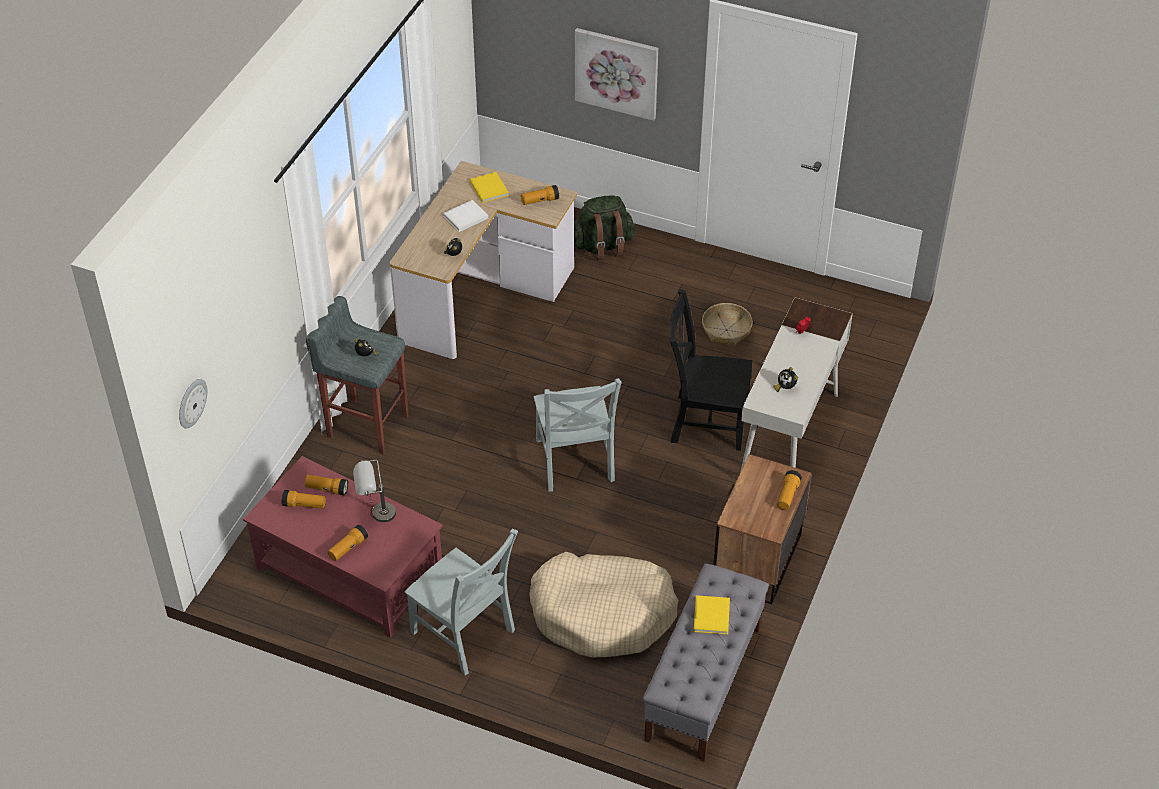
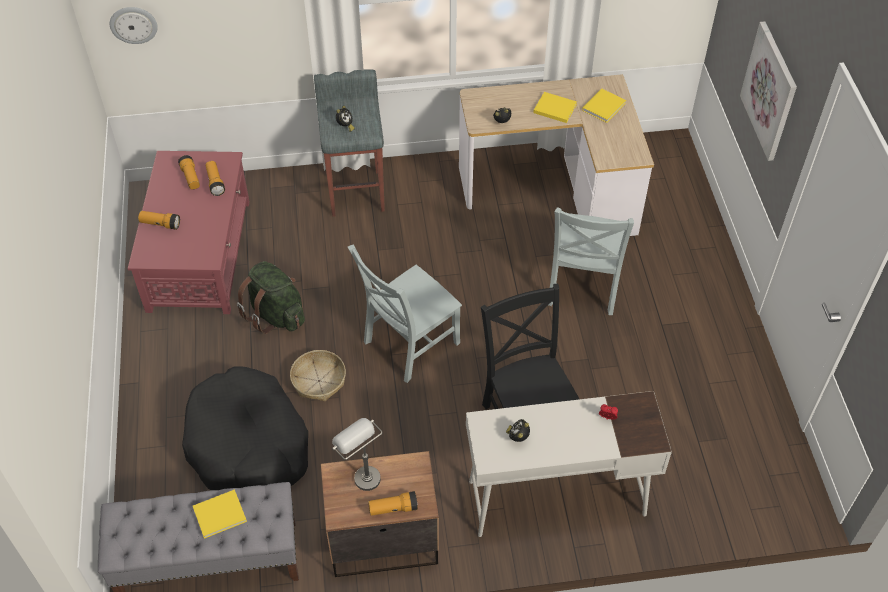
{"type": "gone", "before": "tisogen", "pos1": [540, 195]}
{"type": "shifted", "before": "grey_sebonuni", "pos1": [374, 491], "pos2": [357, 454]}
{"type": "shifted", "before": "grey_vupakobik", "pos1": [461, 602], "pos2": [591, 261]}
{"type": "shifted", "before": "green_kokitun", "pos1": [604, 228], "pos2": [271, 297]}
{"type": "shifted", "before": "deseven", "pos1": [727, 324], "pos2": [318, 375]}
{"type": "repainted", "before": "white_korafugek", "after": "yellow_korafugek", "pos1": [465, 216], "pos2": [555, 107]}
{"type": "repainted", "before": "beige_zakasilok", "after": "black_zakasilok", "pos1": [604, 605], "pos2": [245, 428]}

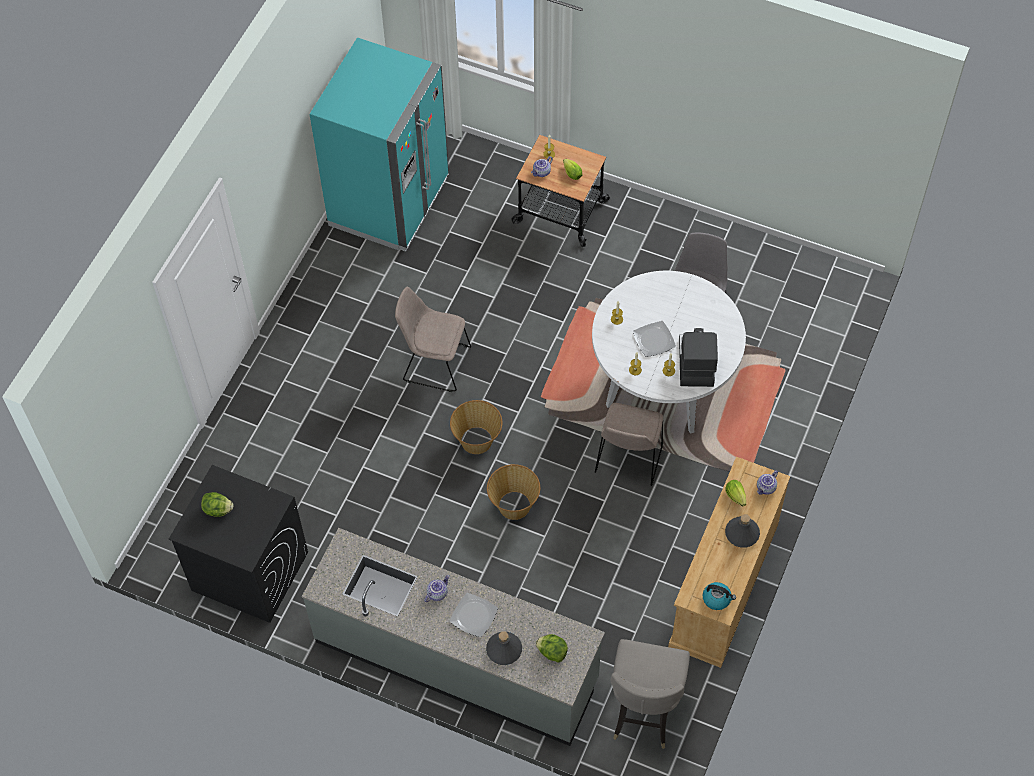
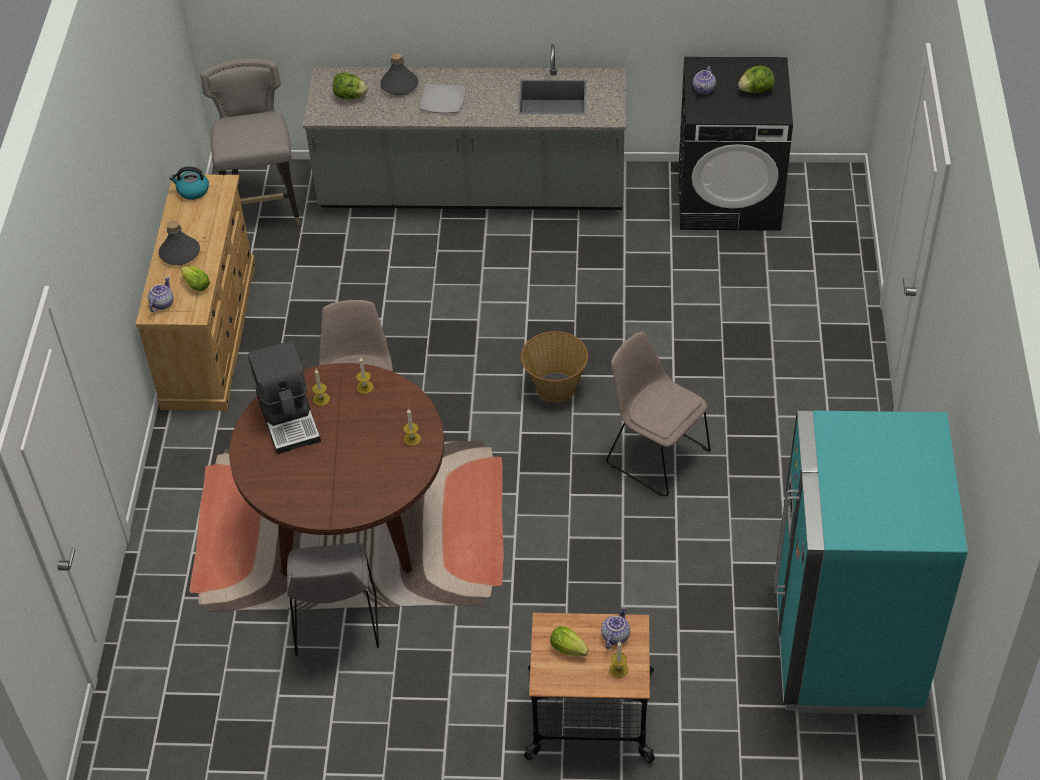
{"type": "gone", "before": "deseven", "pos1": [513, 492]}
{"type": "gone", "before": "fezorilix", "pos1": [654, 339]}
{"type": "shifted", "before": "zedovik", "pos1": [436, 588], "pos2": [704, 80]}
{"type": "repainted", "before": "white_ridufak", "after": "brown_ridufak", "pos1": [669, 352], "pos2": [336, 470]}
{"type": "rotated", "before": "beige_vupakobik", "pos1": [433, 339], "pos2": [658, 413], "turn": -135}

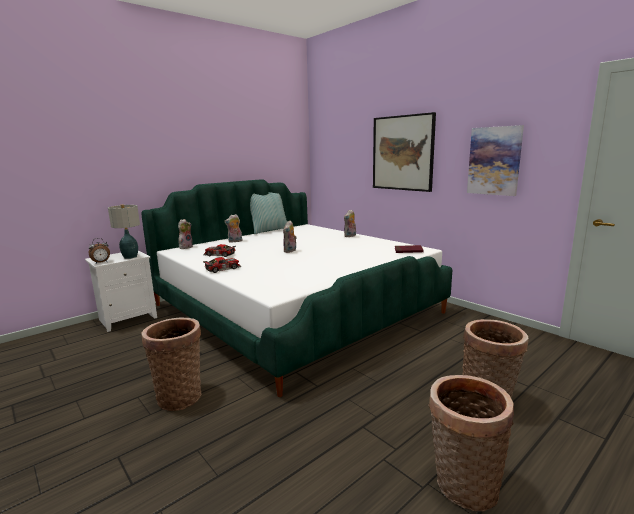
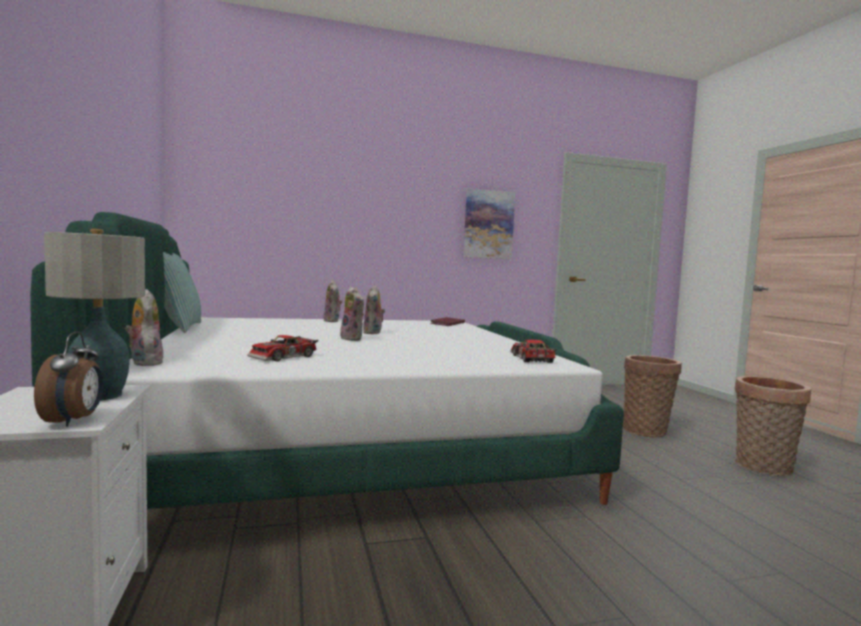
{"type": "gone", "before": "deseven", "pos1": [171, 364]}
{"type": "gone", "before": "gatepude", "pos1": [404, 152]}
{"type": "shifted", "before": "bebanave", "pos1": [222, 265], "pos2": [534, 351]}
{"type": "shifted", "before": "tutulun", "pos1": [233, 228], "pos2": [374, 309]}

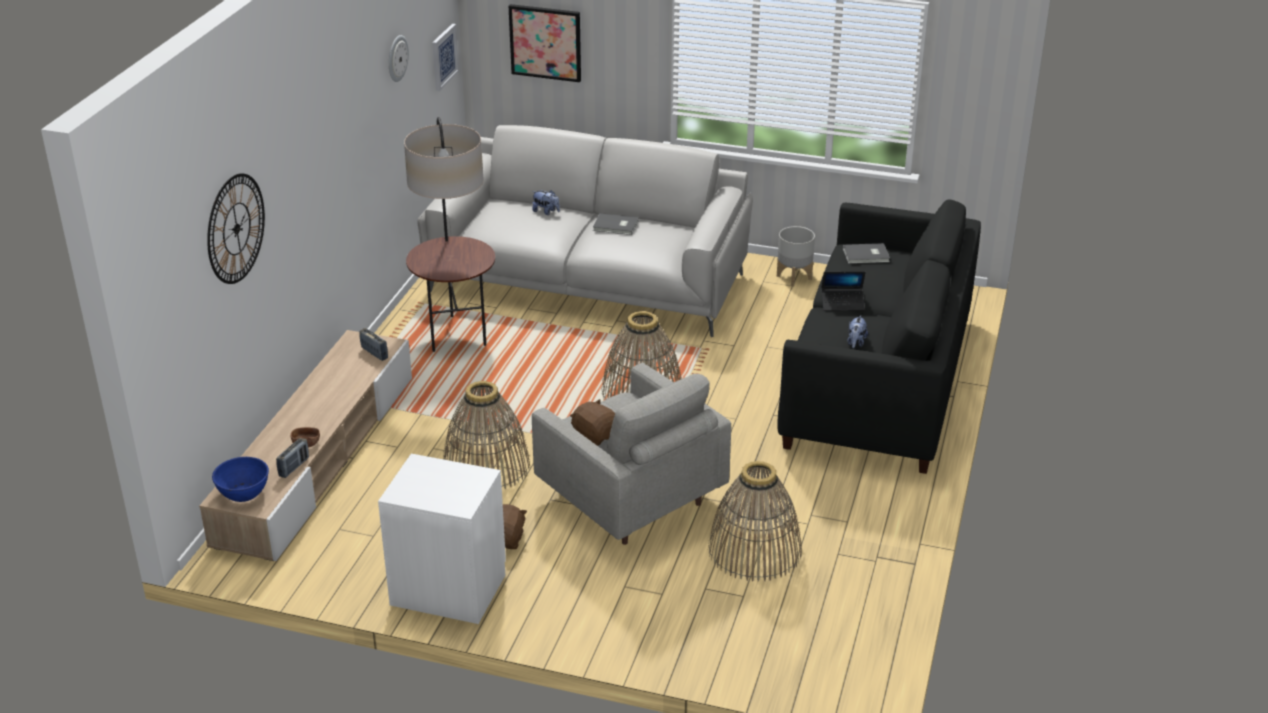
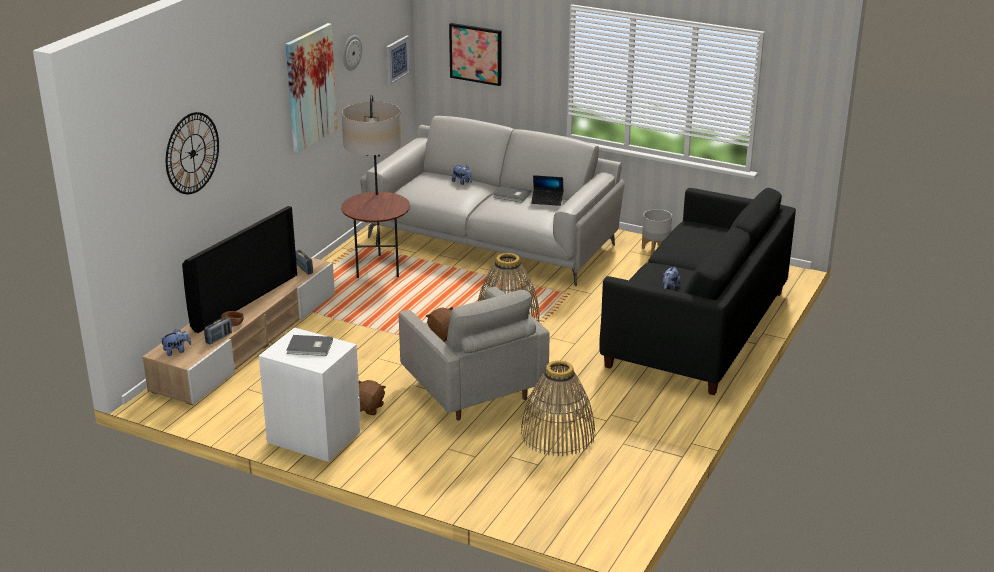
{"type": "gone", "before": "deseven", "pos1": [486, 435]}
{"type": "new", "after": "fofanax", "pos2": [239, 269]}
{"type": "new", "after": "gatepude", "pos2": [312, 88]}
{"type": "shifted", "before": "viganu", "pos1": [843, 291], "pos2": [547, 190]}
{"type": "shifted", "before": "grey_korafugek", "pos1": [866, 253], "pos2": [309, 345]}
{"type": "swapped", "before": "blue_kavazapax", "after": "tutulun", "pos1": [240, 479], "pos2": [176, 342]}

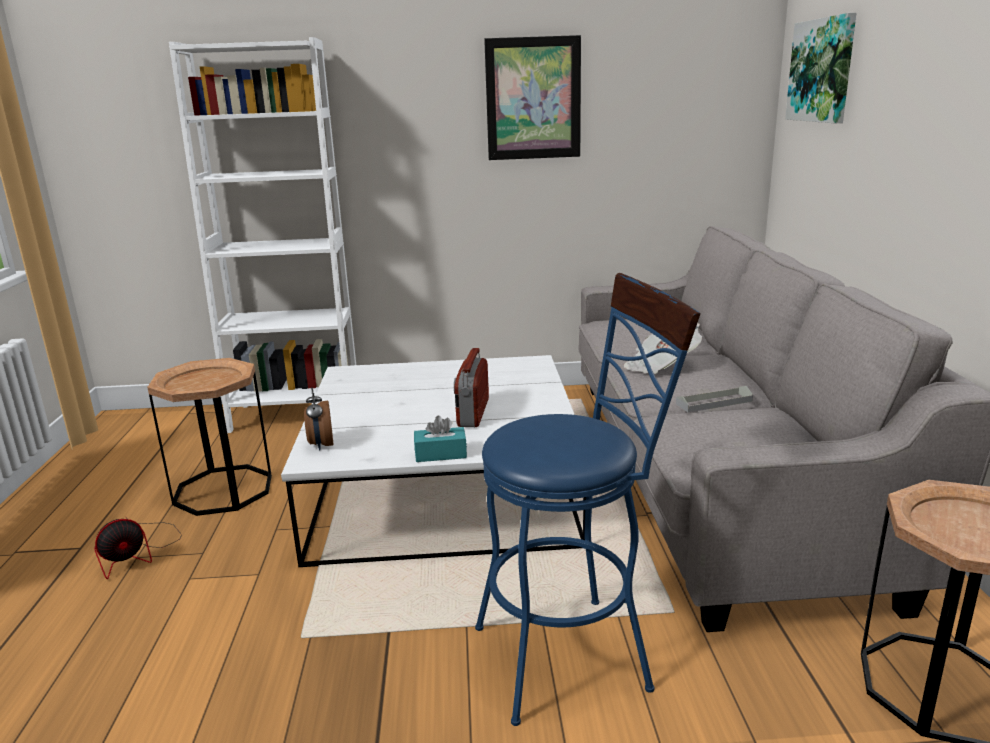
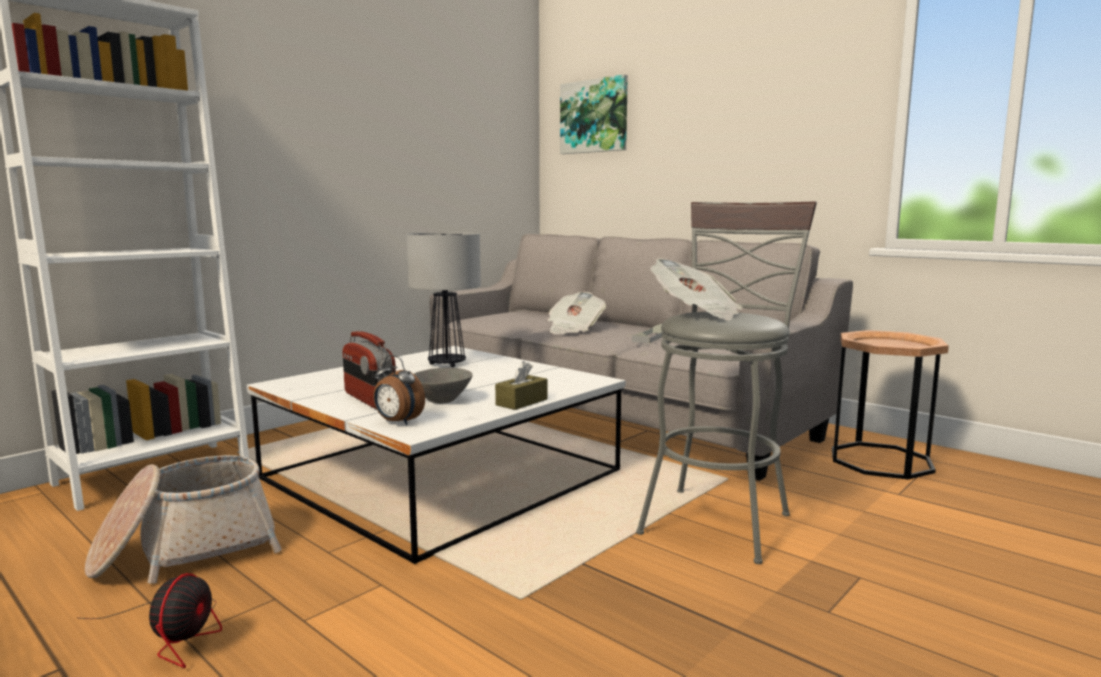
{"type": "gone", "before": "gatepude", "pos1": [532, 97]}
{"type": "new", "after": "sebonuni", "pos2": [443, 299]}
{"type": "new", "after": "grey_kavazapax", "pos2": [443, 386]}
{"type": "new", "after": "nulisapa", "pos2": [696, 289]}
{"type": "shifted", "before": "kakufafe", "pos1": [471, 387], "pos2": [369, 370]}
{"type": "swapped", "before": "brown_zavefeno", "after": "deseven", "pos1": [209, 437], "pos2": [183, 519]}
{"type": "repainted", "before": "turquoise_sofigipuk", "after": "brown_sofigipuk", "pos1": [440, 438], "pos2": [521, 385]}
{"type": "repainted", "before": "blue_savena", "after": "grey_savena", "pos1": [588, 499], "pos2": [726, 382]}

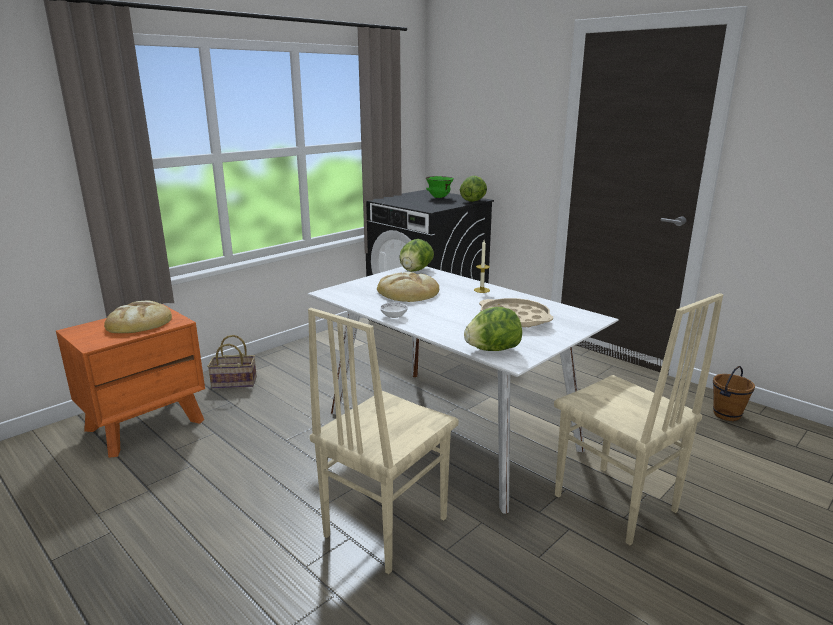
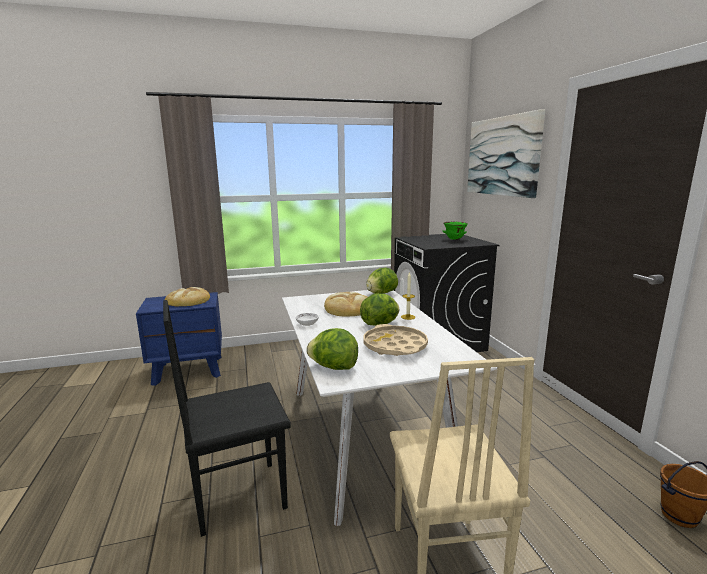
{"type": "gone", "before": "deseven", "pos1": [232, 362]}
{"type": "new", "after": "gatepude", "pos2": [506, 153]}
{"type": "shifted", "before": "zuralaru", "pos1": [473, 189], "pos2": [379, 309]}
{"type": "repainted", "before": "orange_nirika", "after": "blue_nirika", "pos1": [130, 381], "pos2": [179, 339]}
{"type": "repainted", "before": "beige_vupakobik", "after": "black_vupakobik", "pos1": [383, 441], "pos2": [227, 418]}

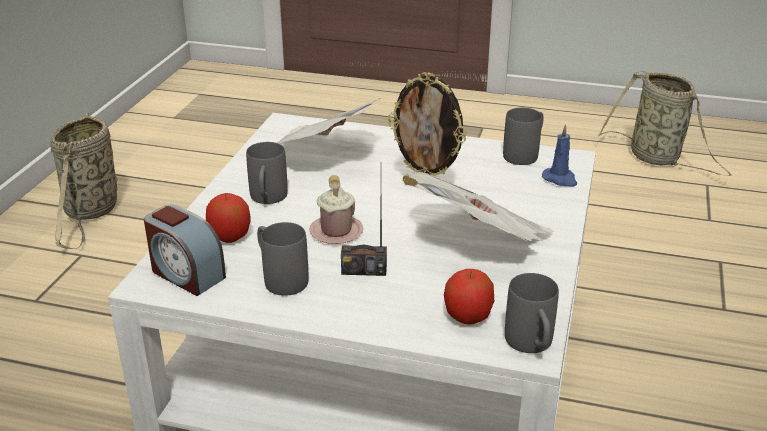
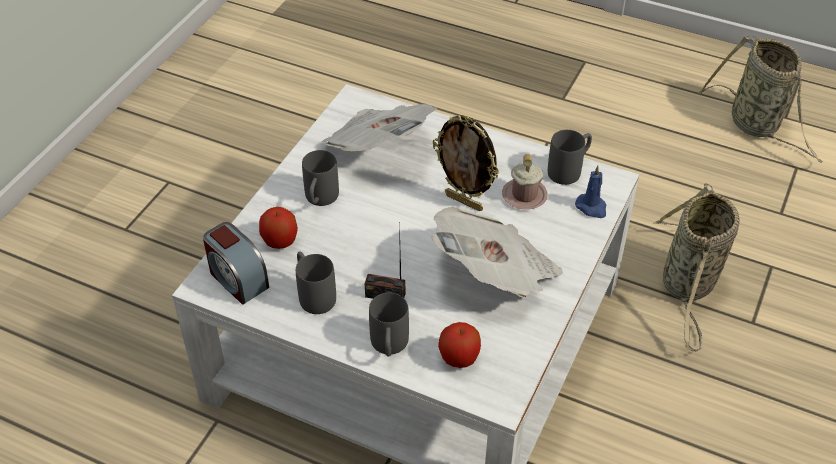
{"type": "shifted", "before": "deseven", "pos1": [84, 181], "pos2": [696, 267]}
{"type": "shifted", "before": "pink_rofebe", "pos1": [336, 209], "pos2": [525, 181]}
{"type": "shifted", "before": "grey_rofebe", "pos1": [532, 313], "pos2": [389, 324]}

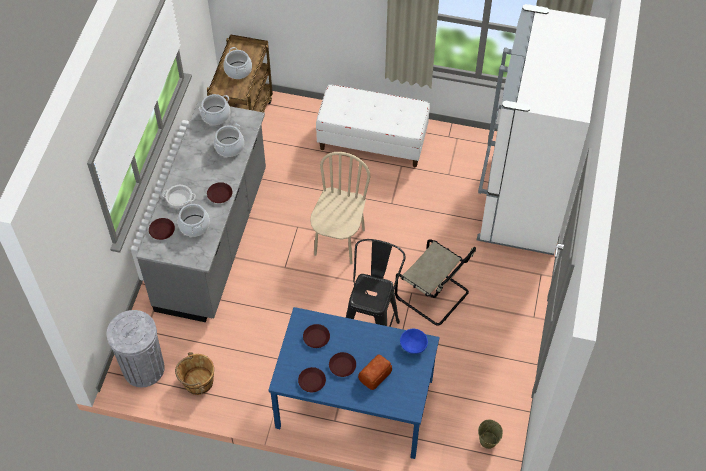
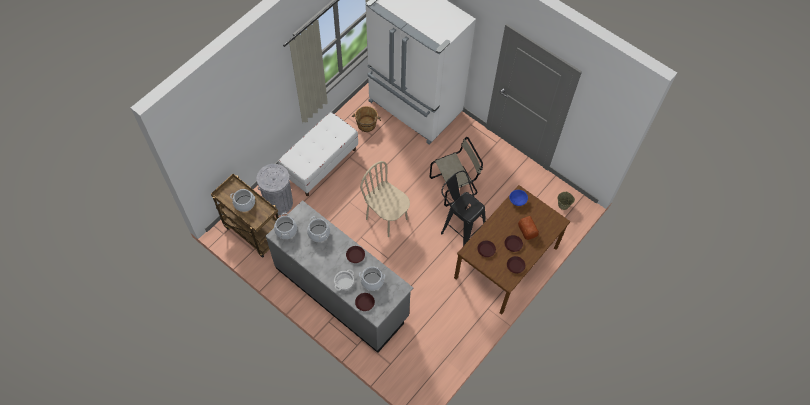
{"type": "shifted", "before": "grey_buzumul", "pos1": [136, 348], "pos2": [275, 189]}
{"type": "shifted", "before": "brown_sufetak", "pos1": [194, 373], "pos2": [366, 119]}
{"type": "repainted", "before": "blue_ridufak", "after": "brown_ridufak", "pos1": [354, 383], "pos2": [512, 250]}

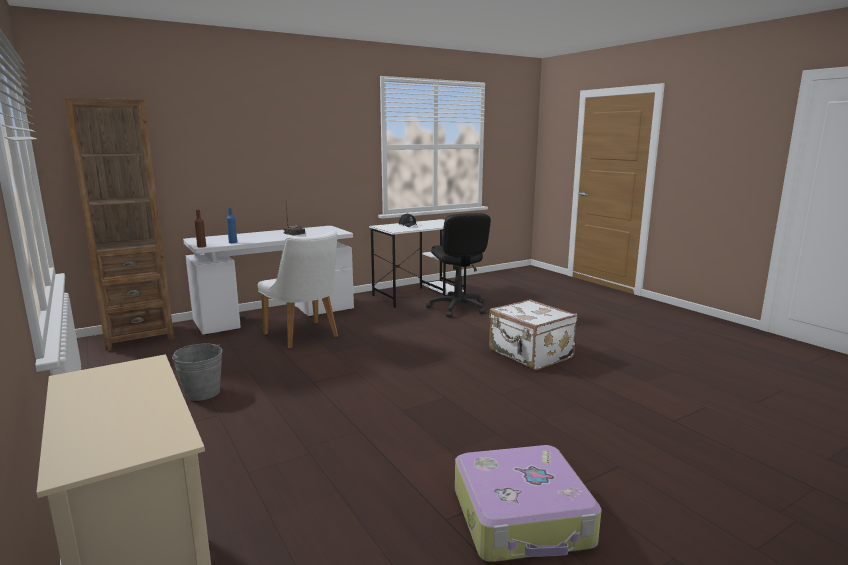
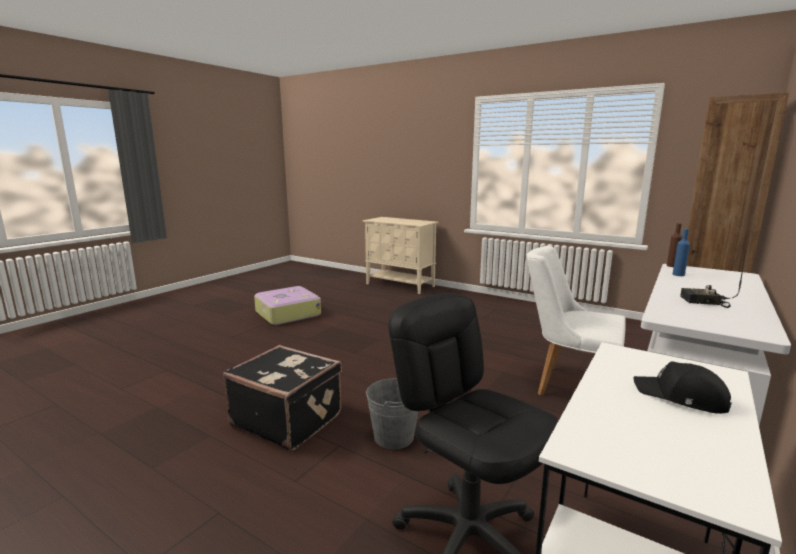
{"type": "shifted", "before": "grey_sufetak", "pos1": [197, 372], "pos2": [392, 414]}
{"type": "repainted", "before": "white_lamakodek", "after": "black_lamakodek", "pos1": [533, 334], "pos2": [282, 397]}

